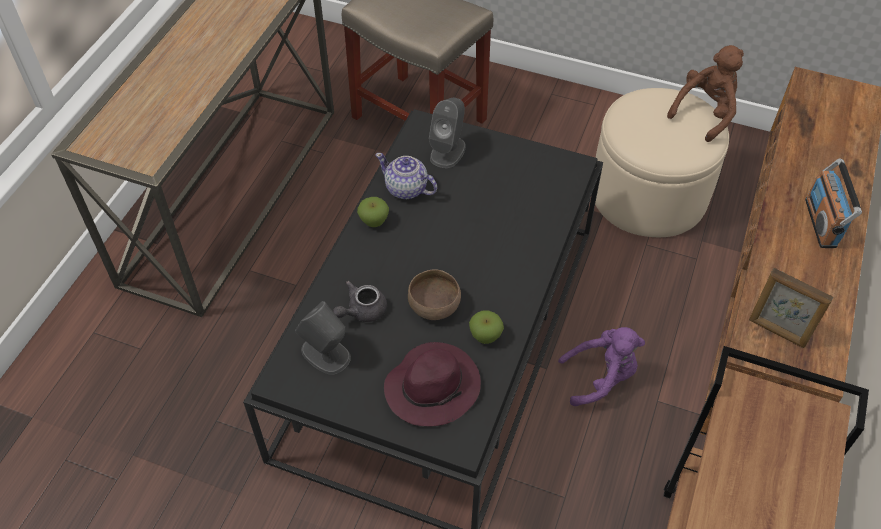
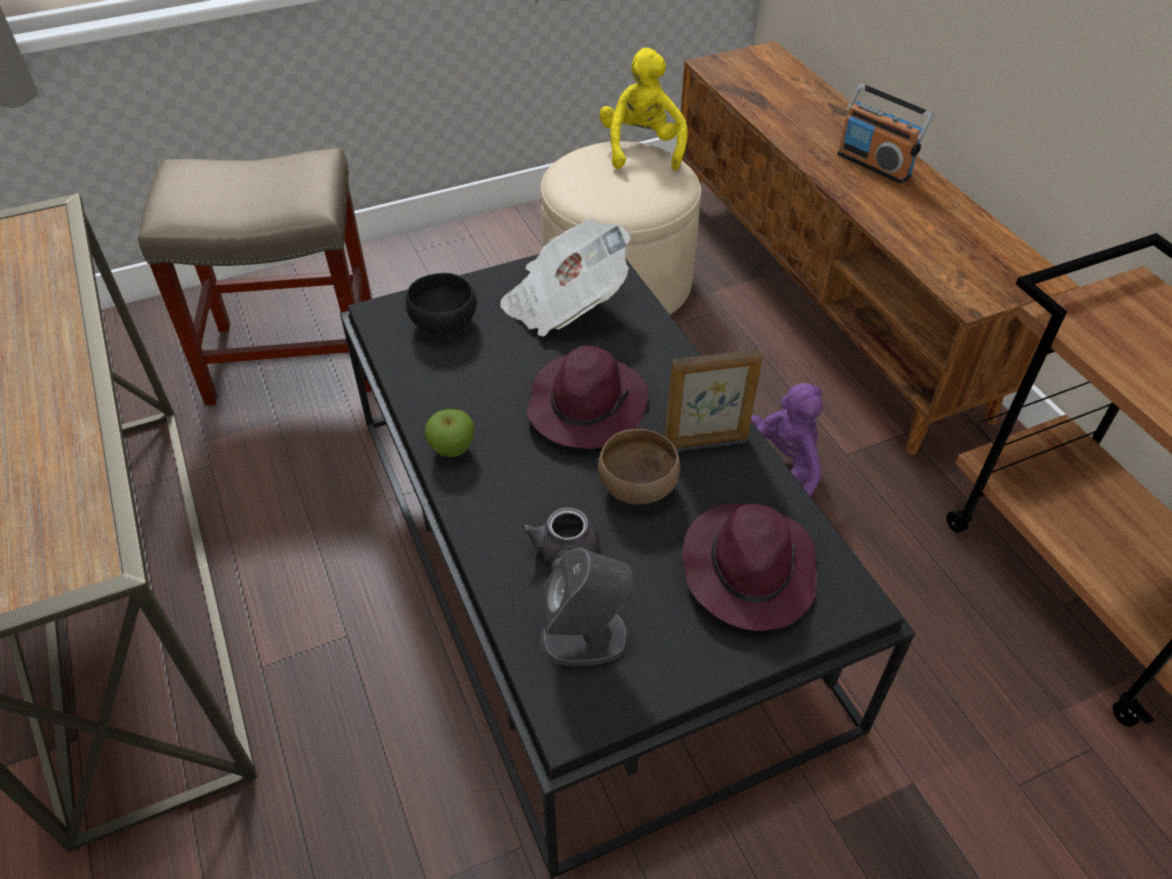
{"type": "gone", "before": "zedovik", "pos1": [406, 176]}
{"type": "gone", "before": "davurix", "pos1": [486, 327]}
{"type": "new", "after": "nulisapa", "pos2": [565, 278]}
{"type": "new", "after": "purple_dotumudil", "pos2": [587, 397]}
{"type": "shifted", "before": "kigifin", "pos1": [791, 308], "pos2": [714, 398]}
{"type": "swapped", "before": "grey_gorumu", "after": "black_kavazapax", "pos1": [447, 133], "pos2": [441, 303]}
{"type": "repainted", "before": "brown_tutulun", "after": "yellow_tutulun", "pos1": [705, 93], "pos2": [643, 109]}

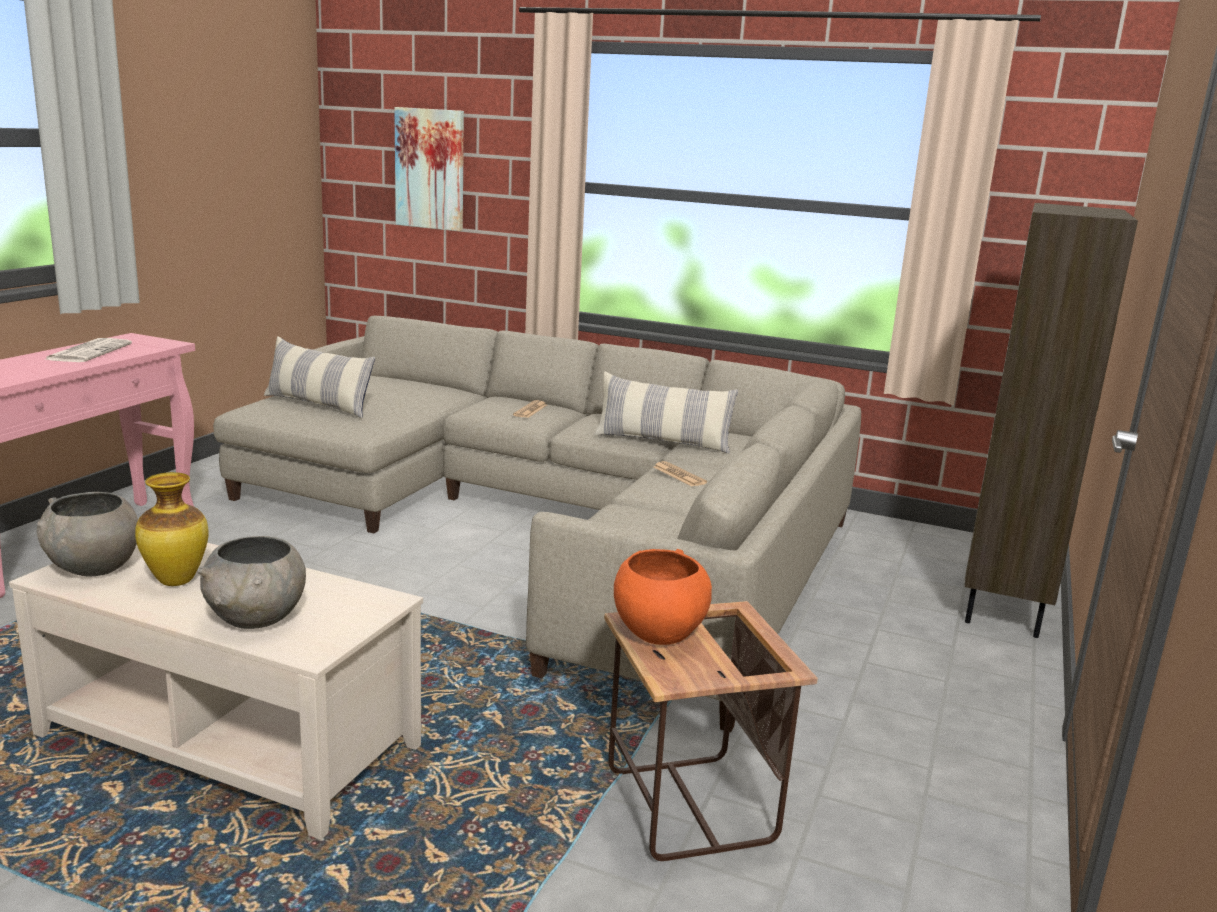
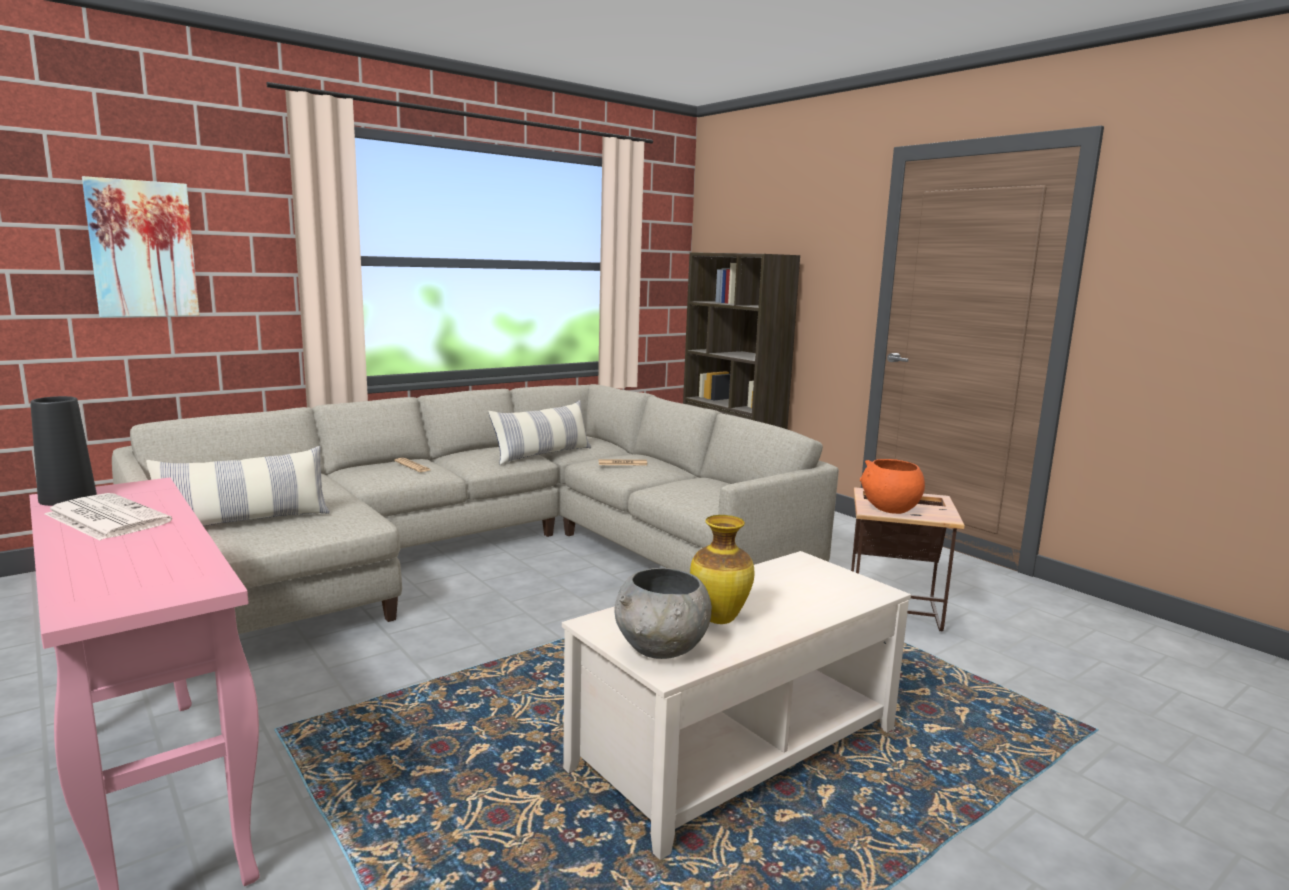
{"type": "gone", "before": "grey_kavazapax", "pos1": [251, 582]}
{"type": "new", "after": "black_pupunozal", "pos2": [63, 451]}

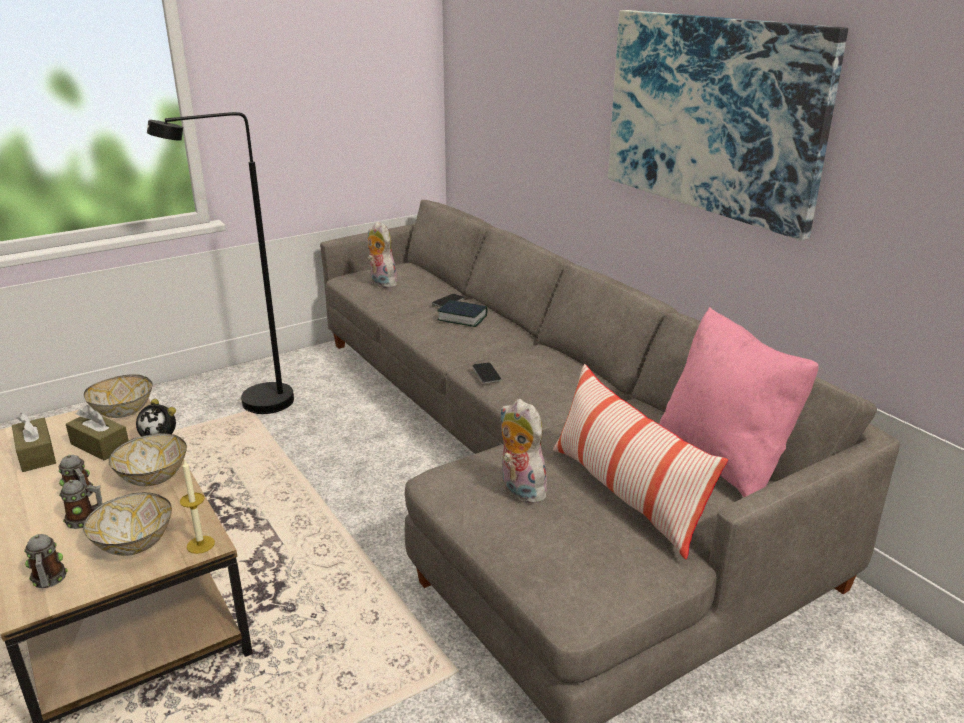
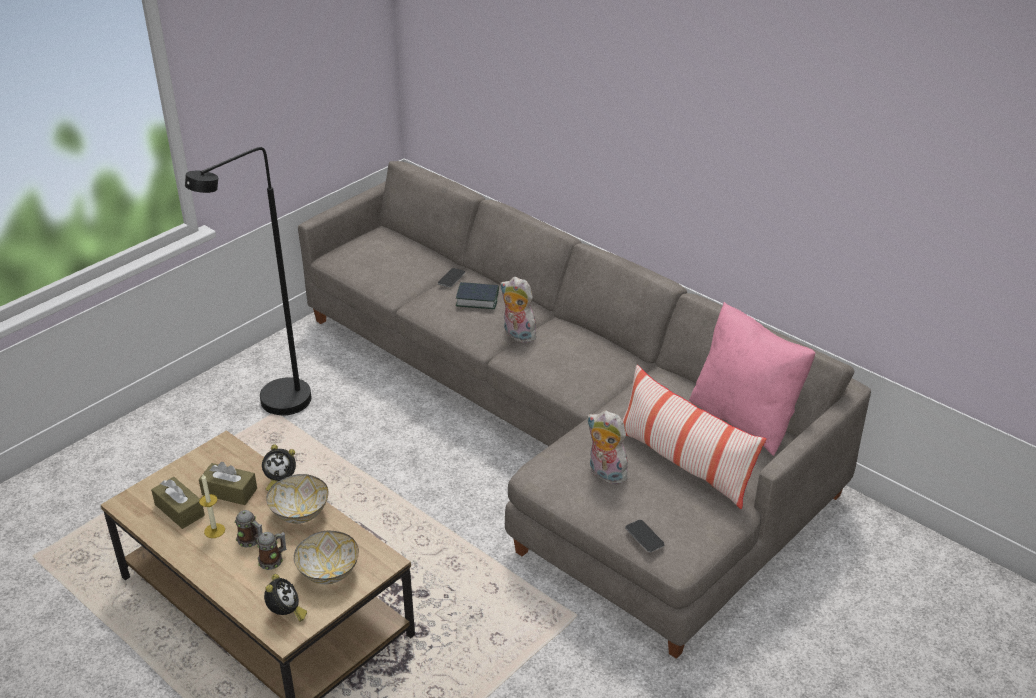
{"type": "gone", "before": "kavazapax", "pos1": [118, 396]}
{"type": "gone", "before": "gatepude", "pos1": [728, 125]}
{"type": "shifted", "before": "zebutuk", "pos1": [197, 506], "pos2": [212, 506]}
{"type": "shifted", "before": "tutulun", "pos1": [382, 254], "pos2": [518, 310]}
{"type": "shifted", "before": "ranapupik", "pos1": [486, 372], "pos2": [645, 536]}
{"type": "swapped", "before": "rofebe", "after": "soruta", "pos1": [46, 561], "pos2": [285, 598]}

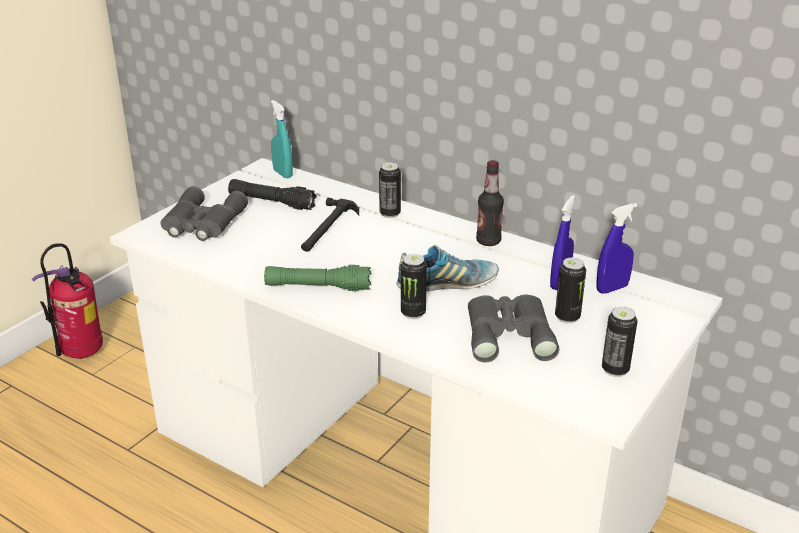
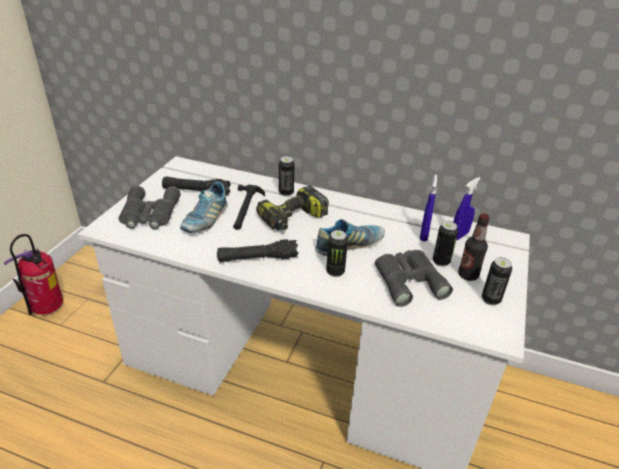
{"type": "gone", "before": "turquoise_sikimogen", "pos1": [282, 139]}
{"type": "new", "after": "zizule", "pos2": [204, 208]}
{"type": "new", "after": "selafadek", "pos2": [292, 208]}
{"type": "shifted", "before": "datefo", "pos1": [490, 203], "pos2": [474, 247]}
{"type": "repainted", "before": "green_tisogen", "after": "black_tisogen", "pos1": [317, 278], "pos2": [257, 250]}

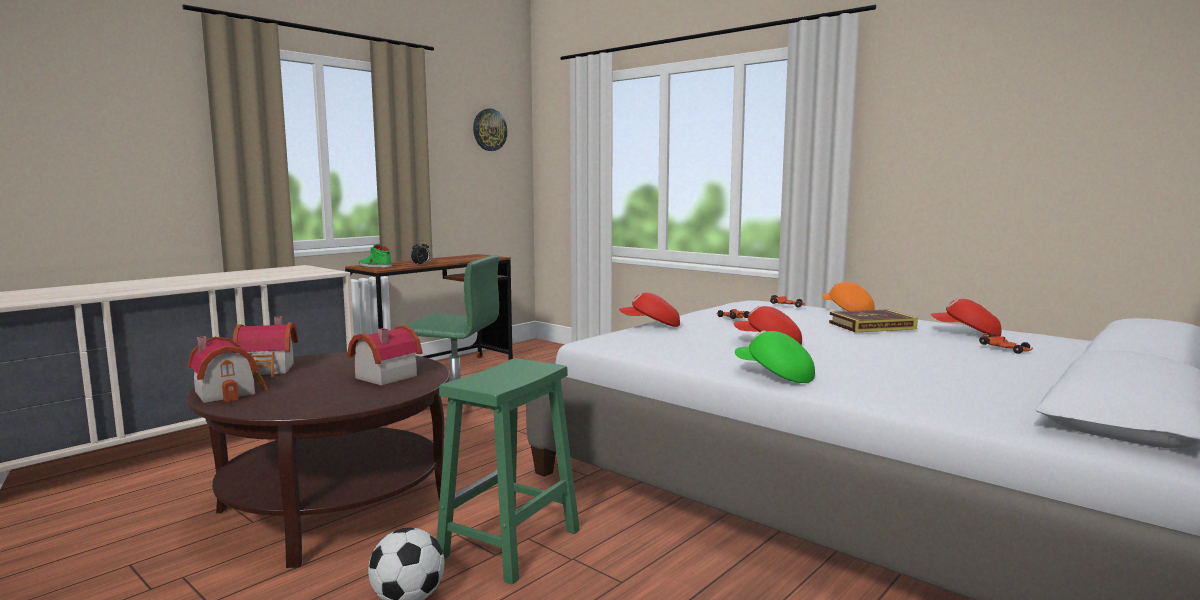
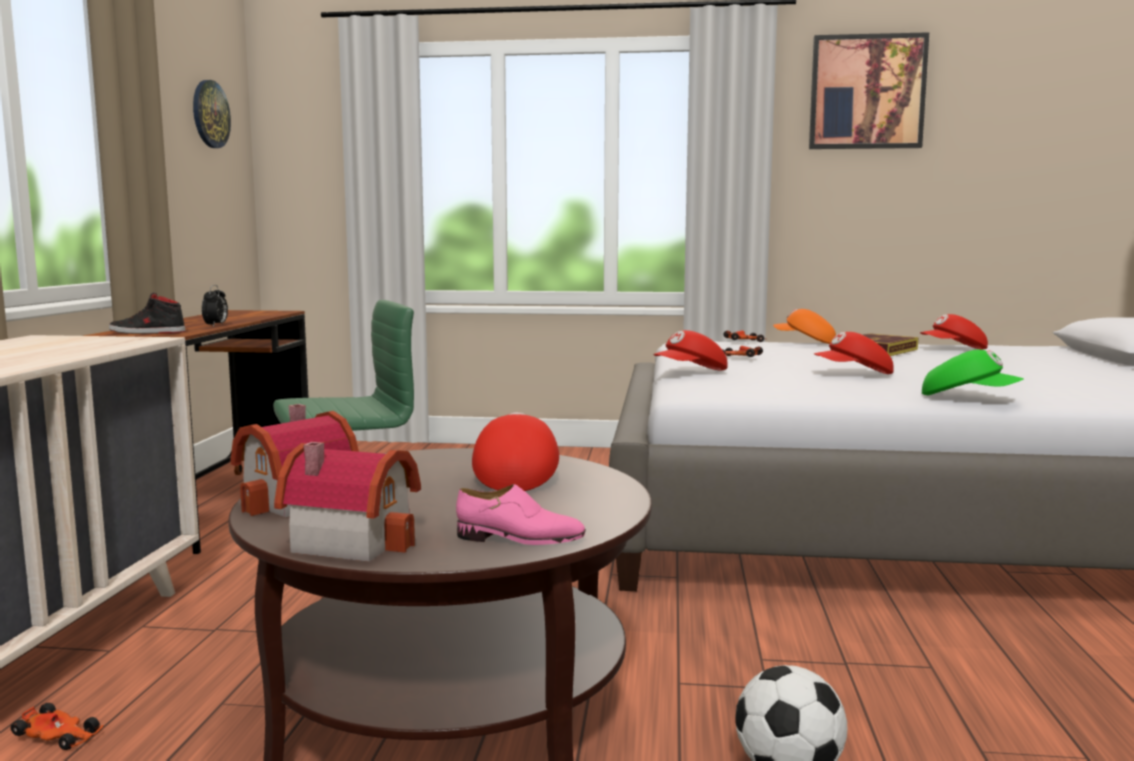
{"type": "gone", "before": "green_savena", "pos1": [508, 471]}
{"type": "new", "after": "pink_zizule", "pos2": [521, 514]}
{"type": "new", "after": "gatepude", "pos2": [869, 90]}
{"type": "shifted", "before": "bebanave", "pos1": [1006, 343], "pos2": [57, 726]}
{"type": "swapped", "before": "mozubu", "after": "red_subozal", "pos1": [384, 355], "pos2": [515, 451]}
{"type": "repainted", "before": "green_zizule", "after": "black_zizule", "pos1": [375, 256], "pos2": [147, 313]}
{"type": "rotated", "before": "green_subozal", "pos1": [775, 356], "pos2": [972, 372], "turn": -150}

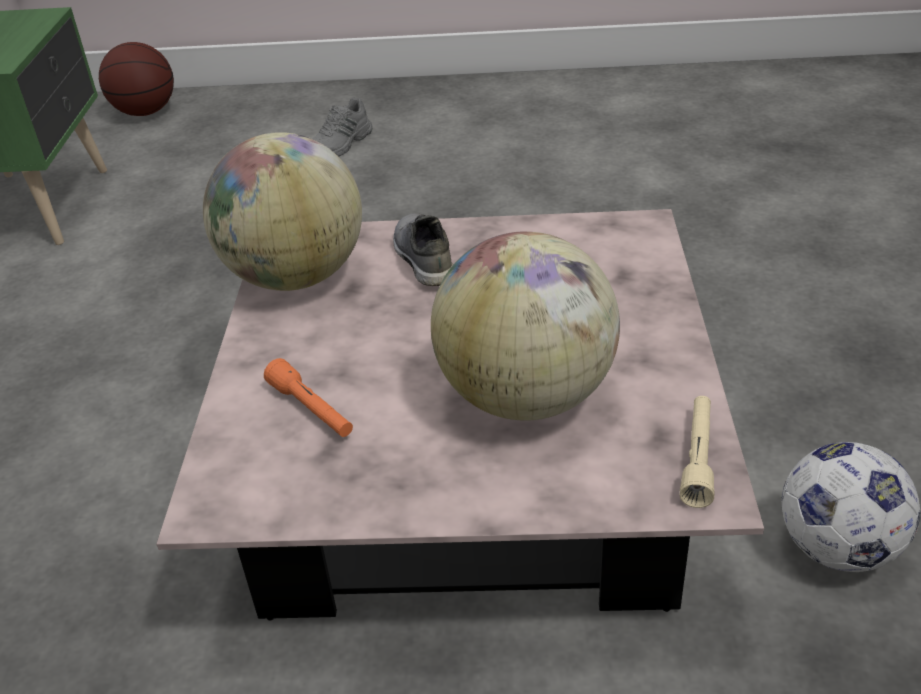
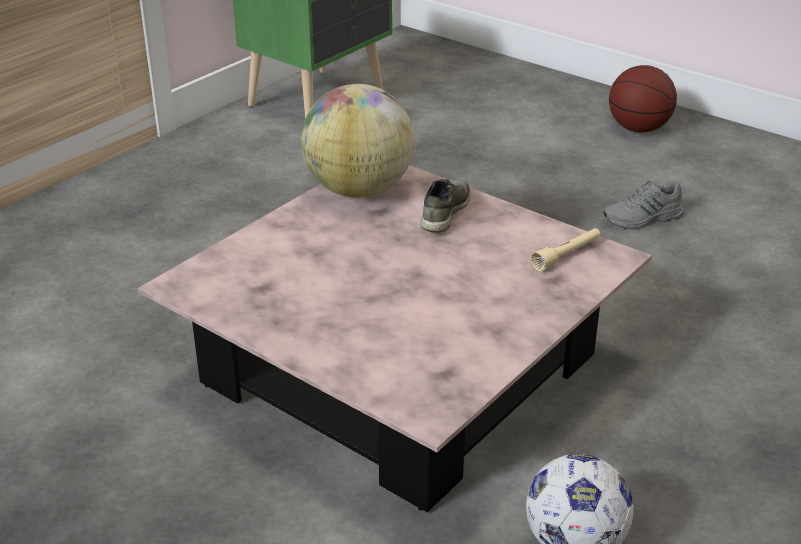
{"type": "gone", "before": "orange_tisogen", "pos1": [308, 397]}
{"type": "gone", "before": "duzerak", "pos1": [525, 326]}
{"type": "shifted", "before": "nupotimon", "pos1": [136, 79], "pos2": [643, 99]}
{"type": "shifted", "before": "grey_zizule", "pos1": [342, 127], "pos2": [643, 204]}
{"type": "shifted", "before": "beige_tisogen", "pos1": [697, 452], "pos2": [565, 250]}

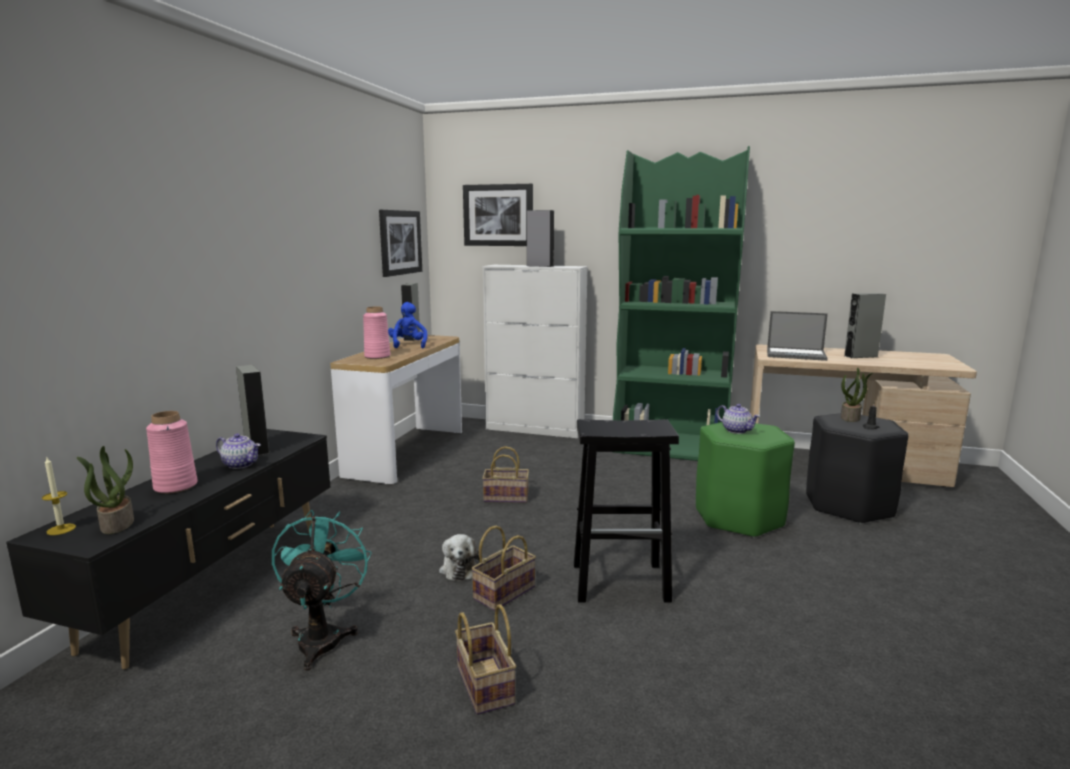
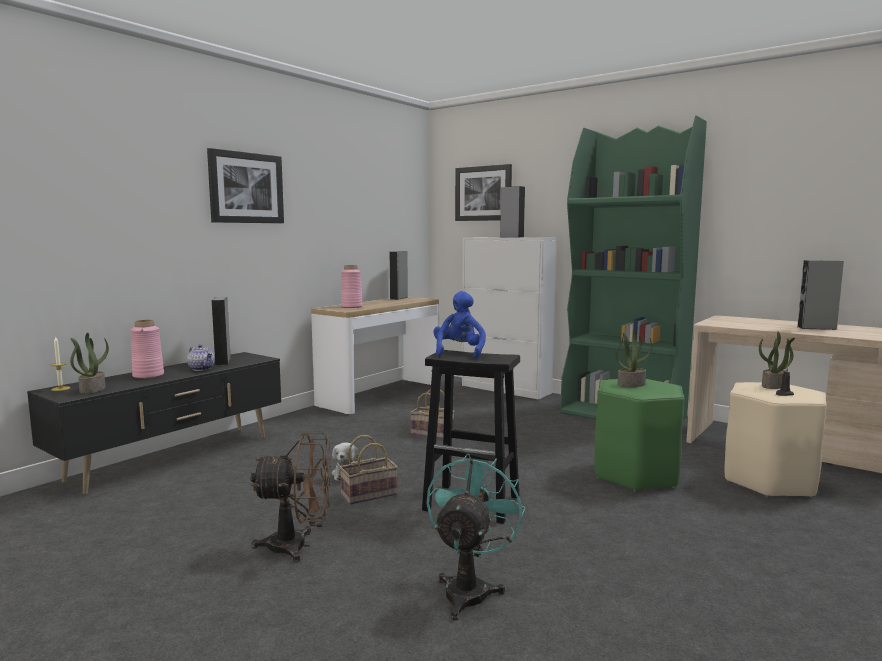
{"type": "gone", "before": "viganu", "pos1": [797, 336]}
{"type": "shifted", "before": "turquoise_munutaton", "pos1": [322, 590], "pos2": [475, 536]}
{"type": "shifted", "before": "gatepude", "pos1": [400, 243], "pos2": [245, 185]}
{"type": "shifted", "before": "blue_tutulun", "pos1": [408, 325], "pos2": [459, 324]}
{"type": "swapped", "before": "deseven", "after": "brown_munutaton", "pos1": [485, 659], "pos2": [291, 497]}
{"type": "swapped", "before": "zedovik", "after": "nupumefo", "pos1": [738, 419], "pos2": [633, 358]}
{"type": "repainted", "before": "black_savena", "after": "beige_savena", "pos1": [857, 468], "pos2": [776, 440]}

